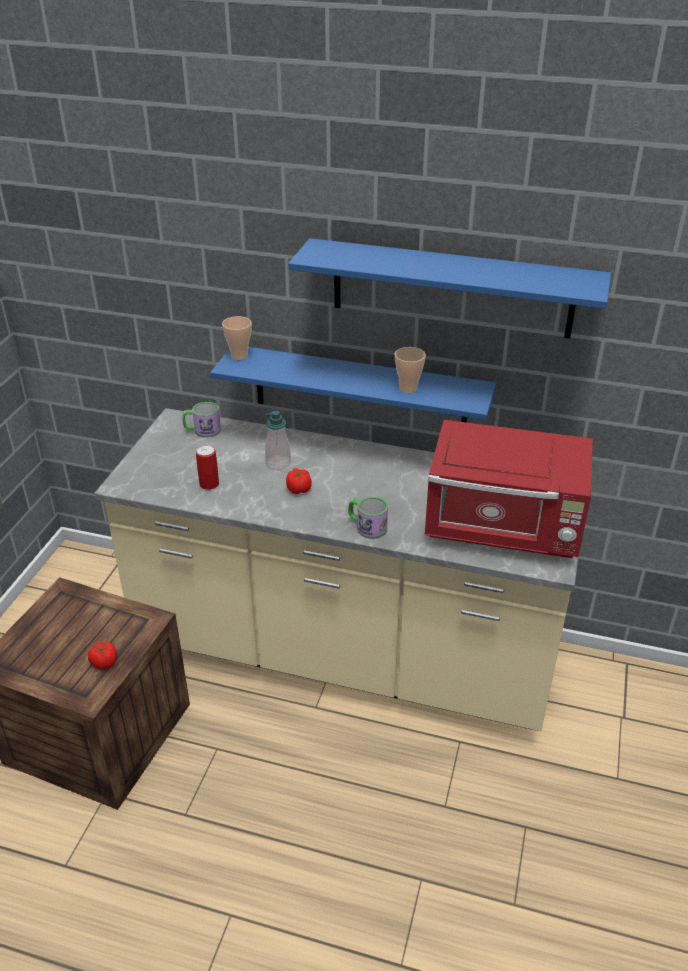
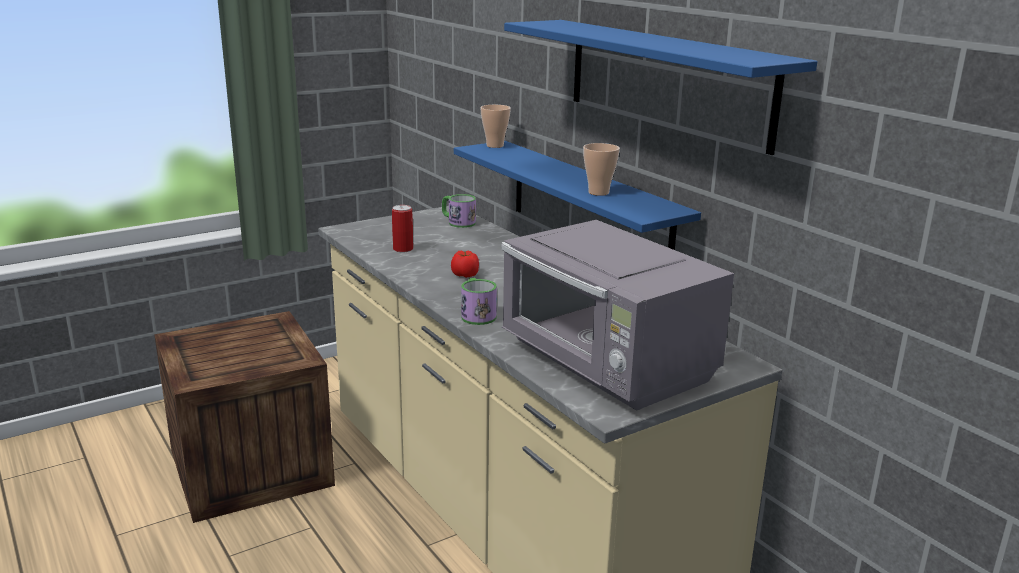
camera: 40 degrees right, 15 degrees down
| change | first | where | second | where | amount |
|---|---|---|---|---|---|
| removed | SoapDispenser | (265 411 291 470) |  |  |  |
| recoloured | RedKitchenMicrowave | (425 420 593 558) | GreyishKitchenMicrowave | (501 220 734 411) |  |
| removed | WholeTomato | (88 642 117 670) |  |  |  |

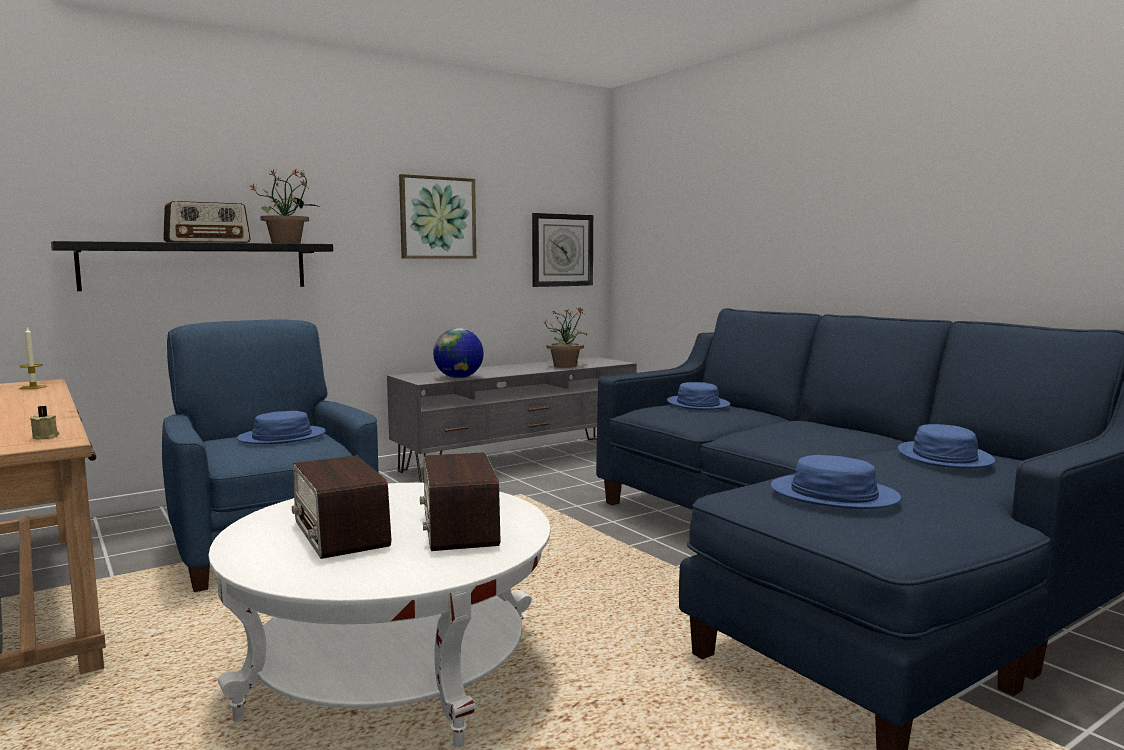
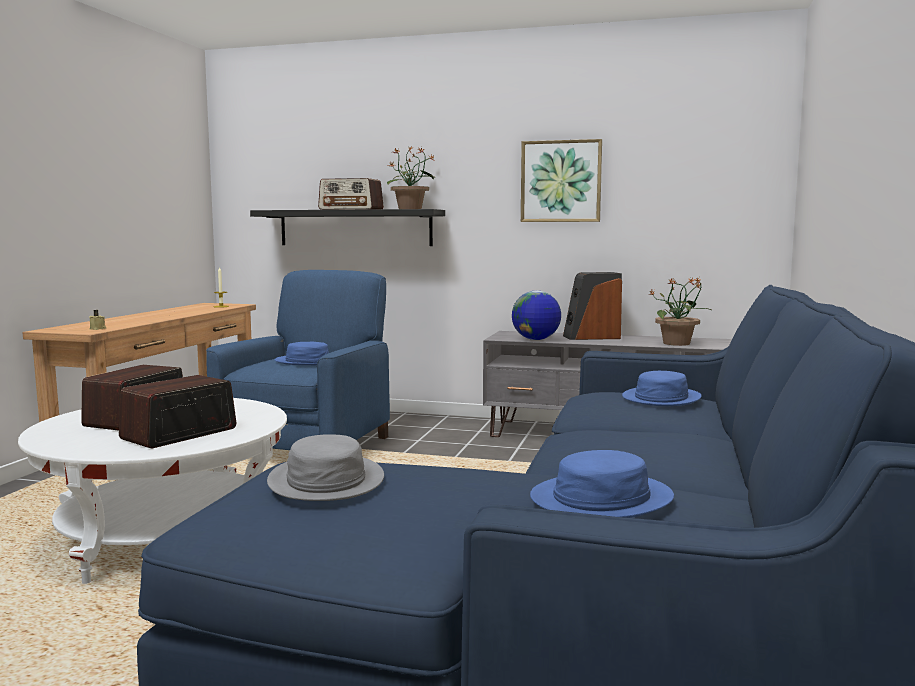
camera: 50 degrees right, 0 degrees up
| change | first | where | second | where | amount |
|---|---|---|---|---|---|
| removed | HangingClock | (532 213 593 287) |  |  |  |
| recoloured | BlueColouredClothingHat | (771 455 901 509) | GreyishClothingHat | (267 434 384 501) |  |
| added |  |  | AudioSpeaker | (563 272 622 340) |  |

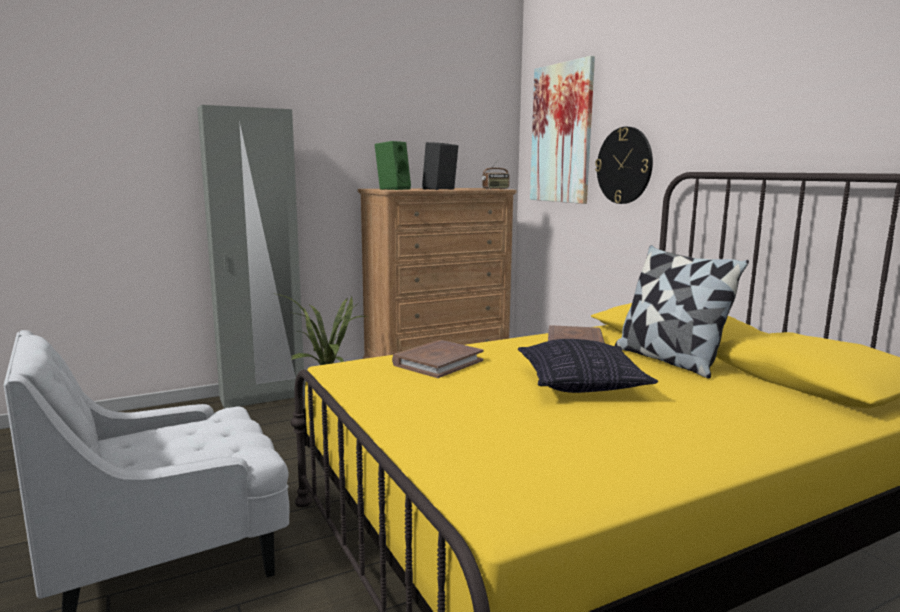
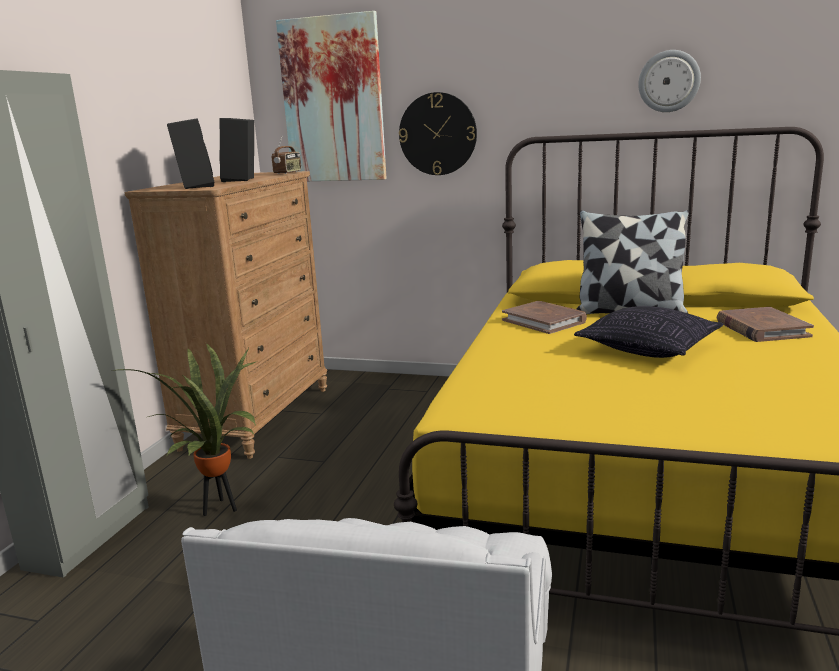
camera: 45 degrees left, 5 degrees up
| change | first | where | second | where | amount |
|---|---|---|---|---|---|
| recoloured | GreenAudioSpeaker | (375 141 411 190) | BlackAudioSpeaker | (167 118 214 189) |  |
| moved | BrownVolume | (392 340 483 378) |  | (717 307 814 342) |  |
| added |  |  | HangingClock | (638 50 701 112) |  |

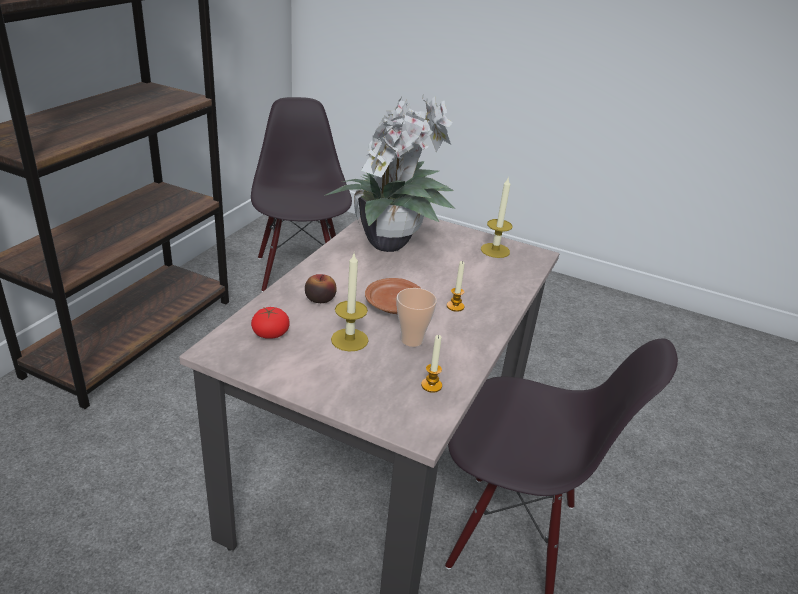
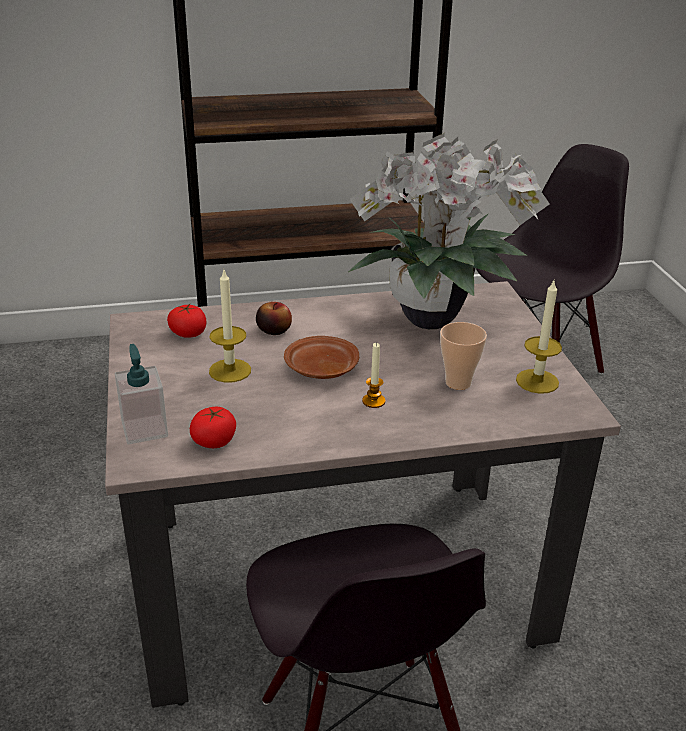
camera: 55 degrees right, 0 degrees up
| change | first | where | second | where | amount |
|---|---|---|---|---|---|
| moved | SmallCup | (397 288 437 347) |  | (440 322 487 390) |  |
| replaced | Candle | (421 335 442 393) | WholeTomato | (190 407 236 448) |  |
| added |  |  | SoapDispenser | (115 344 168 445) |  |

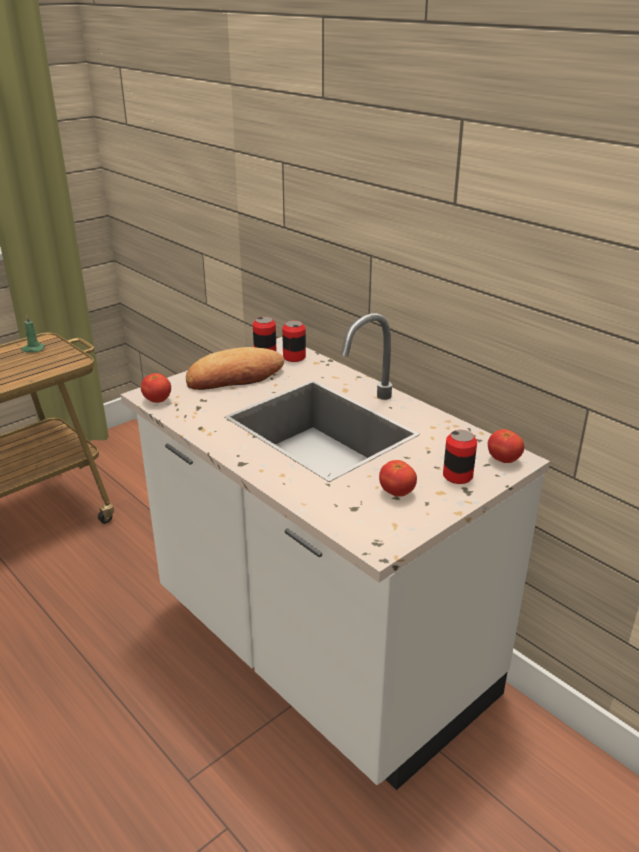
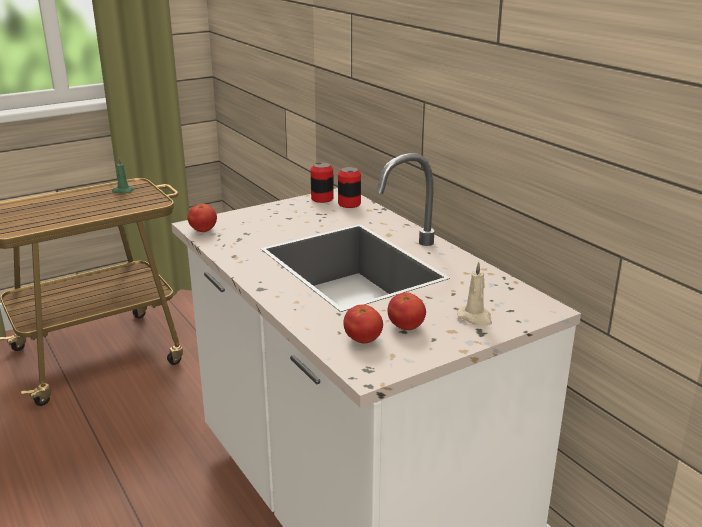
camera: 10 degrees right, 5 degrees down
| change | first | where | second | where | amount |
|---|---|---|---|---|---|
| removed | Bread | (186 347 284 390) |  |  |  |
| moved | WholeTomato | (488 429 524 463) |  | (343 304 383 343) |  |
| replaced | MetalCan | (443 430 477 484) | SandColouredCandle | (457 262 492 326) |  |

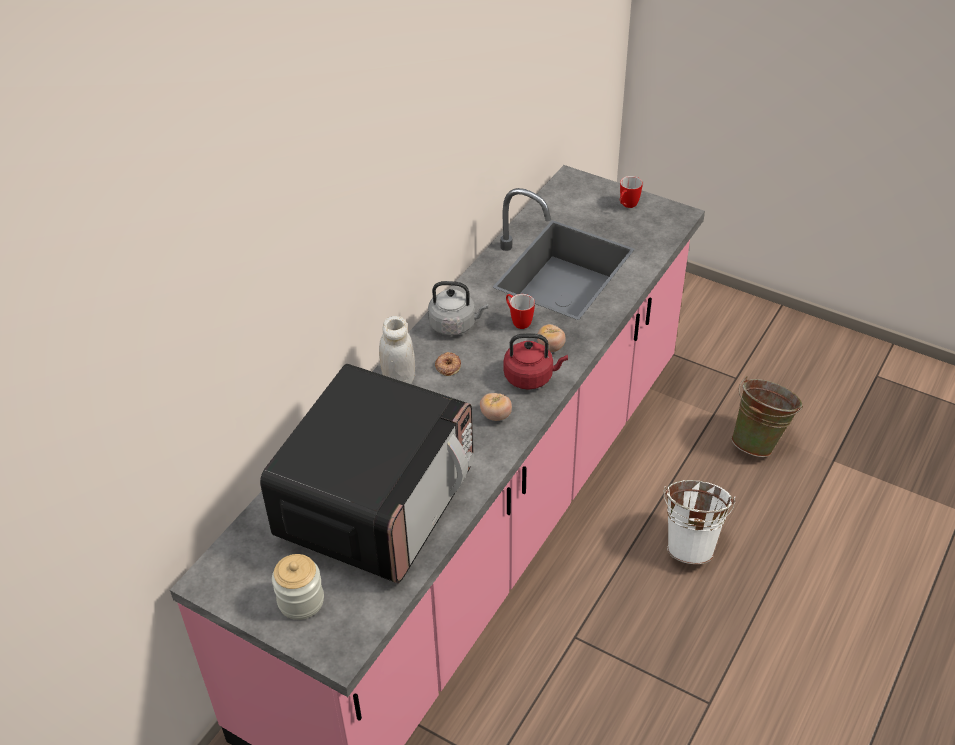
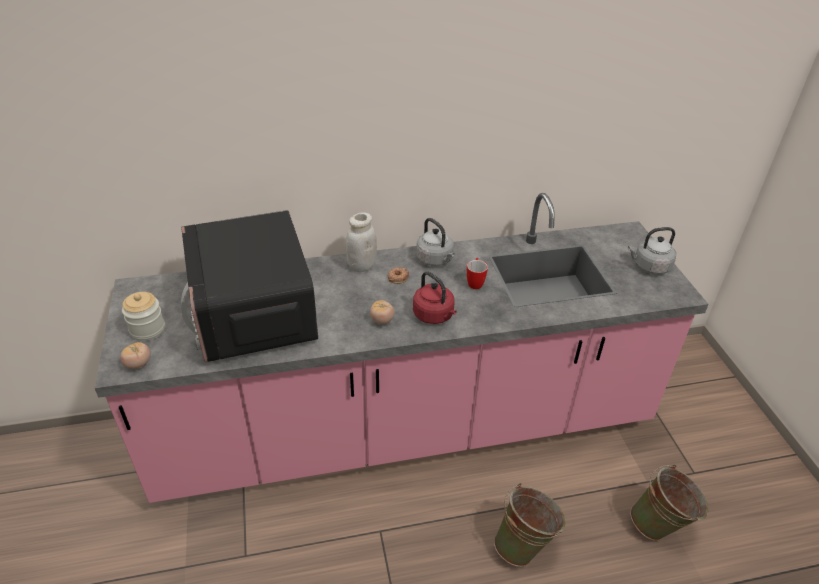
camera: 45 degrees right, 5 degrees down
| change | first | where | second | where | amount |
|---|---|---|---|---|---|
| replaced | TeaMug | (620 176 643 208) | GreyishKettle | (628 227 676 274) |  |
| moved | WholeTomato | (537 324 566 352) |  | (120 342 150 369) |  |
| turned | KitchenMicrowave | (260 364 474 583) |  | (181 210 318 362) | 90 degrees clockwise |
| recoloured | WhitePail | (664 480 735 565) | GreenPail | (494 483 565 567) |  |

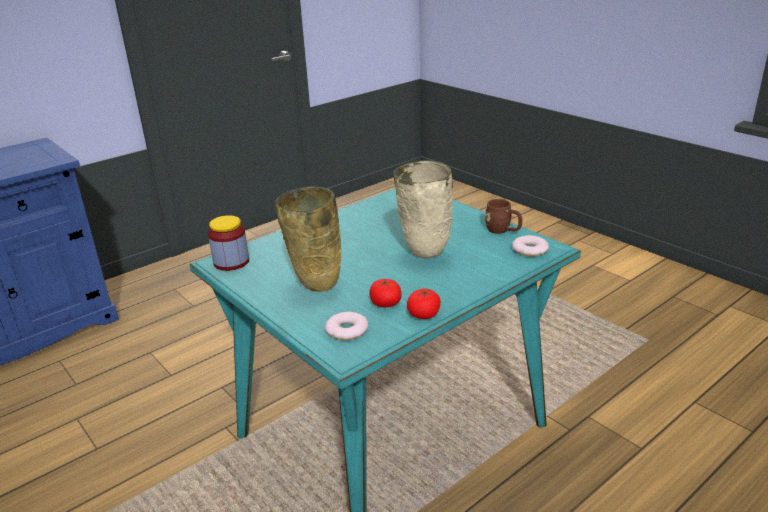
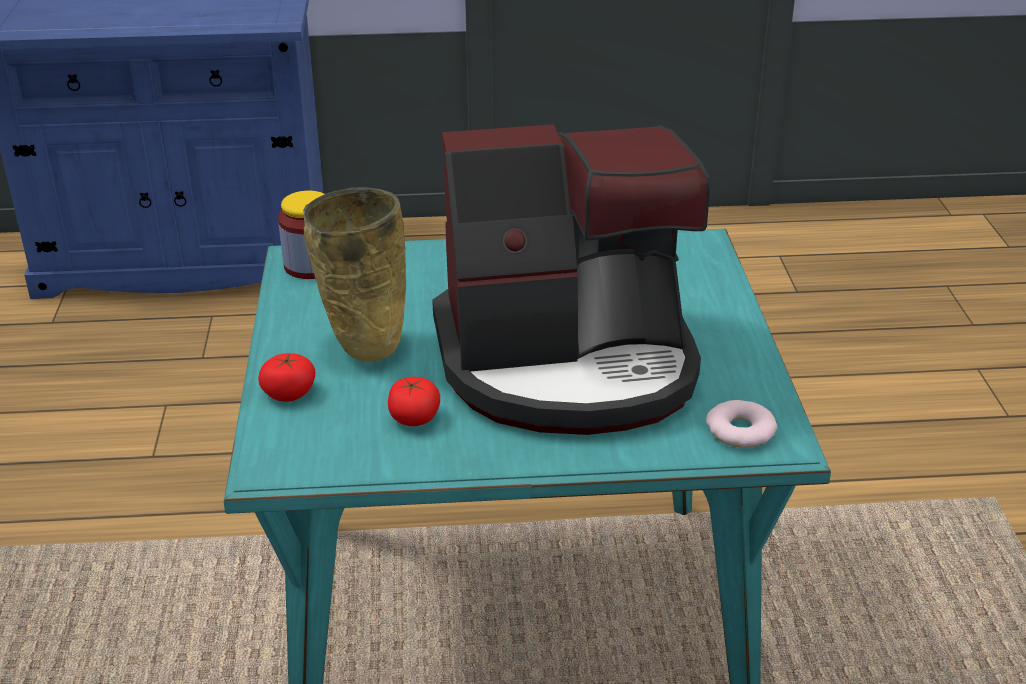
camera: 35 degrees right, 5 degrees up
| change | first | where | second | where | amount |
|---|---|---|---|---|---|
| replaced | SandColouredFlowerVase | (393 161 453 258) | CoffeeBrewer | (432 124 710 435) |  |
| removed | BrownTeaMug | (485 199 522 234) |  |  |  |
| moved | WholeTomato | (407 288 441 319) |  | (258 353 315 402) |  |
| removed | Doughnut | (325 312 368 340) |  |  |  |

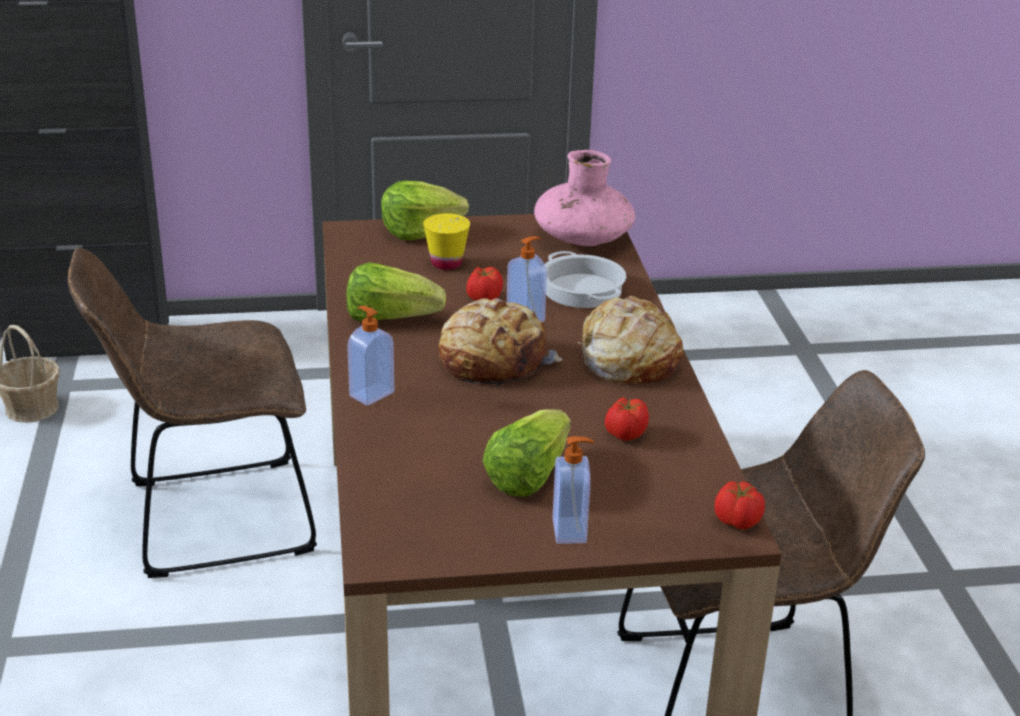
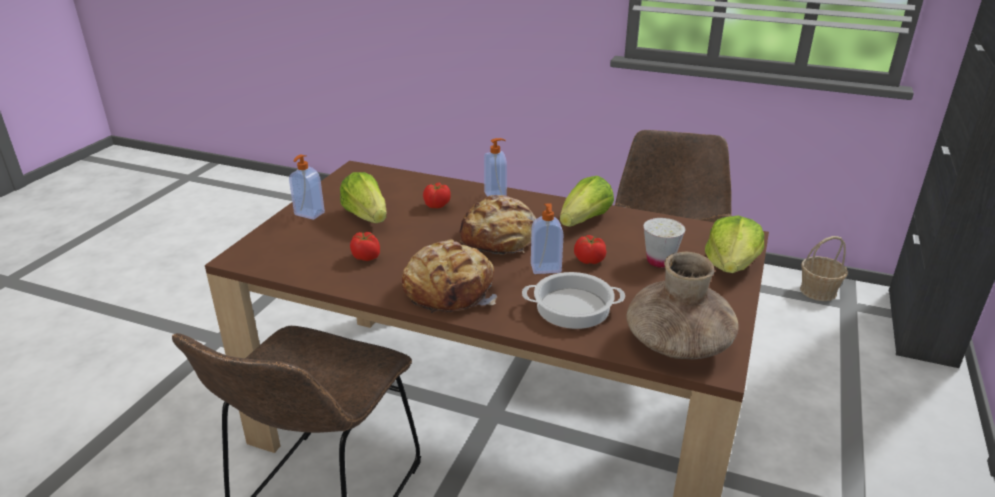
camera: 120 degrees right, 0 degrees up
| change | first | where | second | where | amount |
|---|---|---|---|---|---|
| recoloured | PinkishFlowerVase | (534 150 635 246) | BrownFlowerVase | (627 252 739 359) |  |
| recoloured | YellowishSmallCup | (423 214 470 270) | WhiteSmallCup | (644 218 685 268) |  |
| moved | WholeTomato | (715 481 765 529) |  | (423 182 451 208) |  |

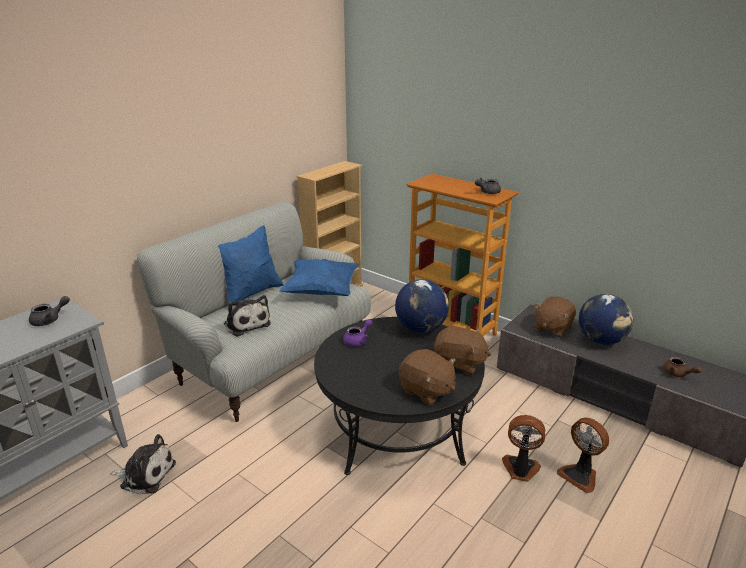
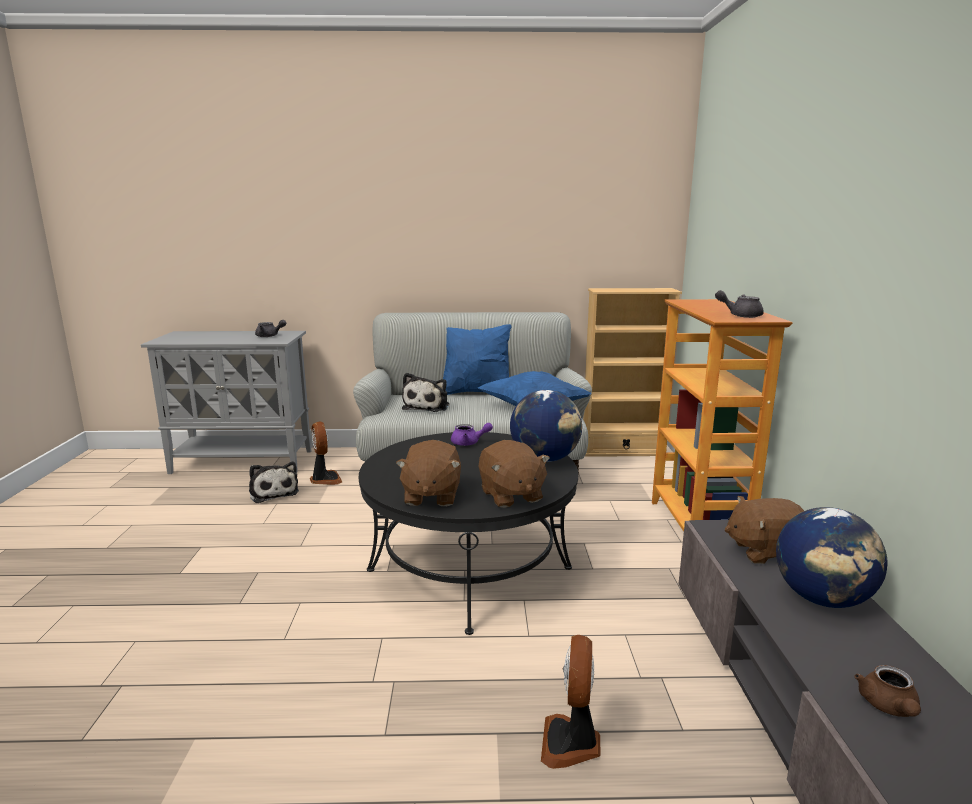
camera: 50 degrees right, 10 degrees down
| change | first | where | second | where | amount |
|---|---|---|---|---|---|
| moved | ElectricFan | (502 415 545 482) |  | (310 422 342 485) |  |

